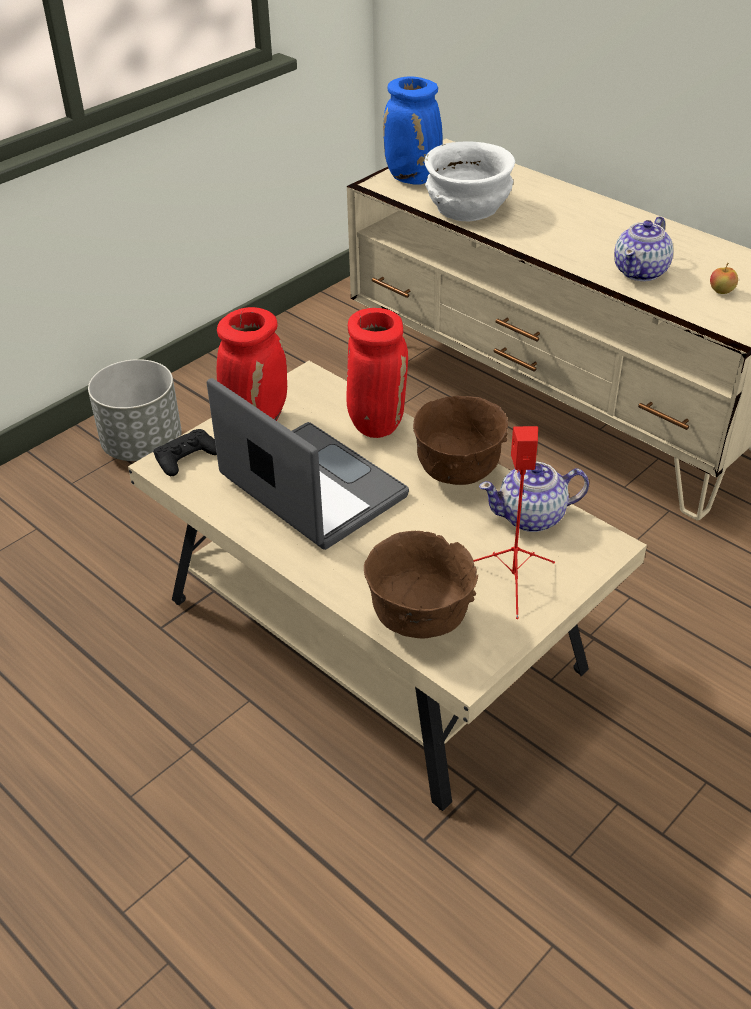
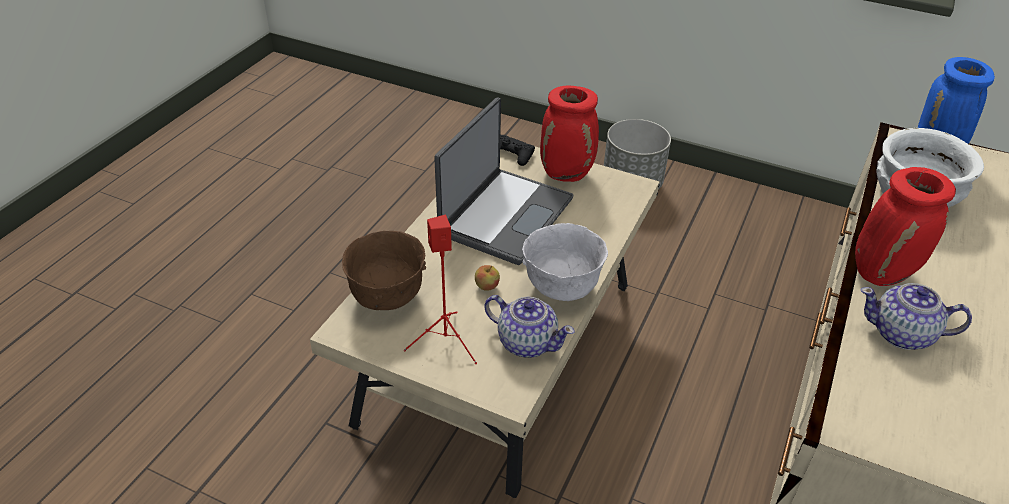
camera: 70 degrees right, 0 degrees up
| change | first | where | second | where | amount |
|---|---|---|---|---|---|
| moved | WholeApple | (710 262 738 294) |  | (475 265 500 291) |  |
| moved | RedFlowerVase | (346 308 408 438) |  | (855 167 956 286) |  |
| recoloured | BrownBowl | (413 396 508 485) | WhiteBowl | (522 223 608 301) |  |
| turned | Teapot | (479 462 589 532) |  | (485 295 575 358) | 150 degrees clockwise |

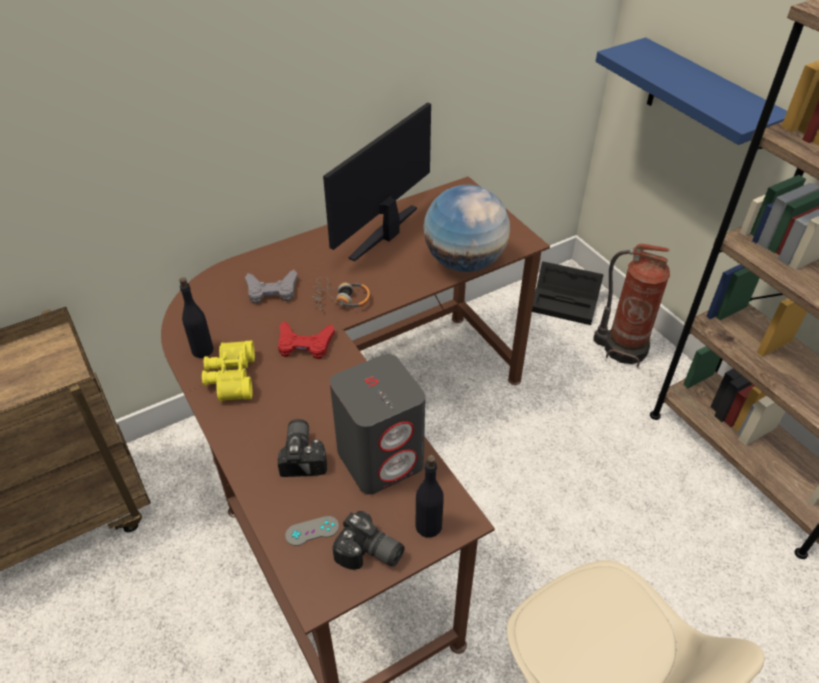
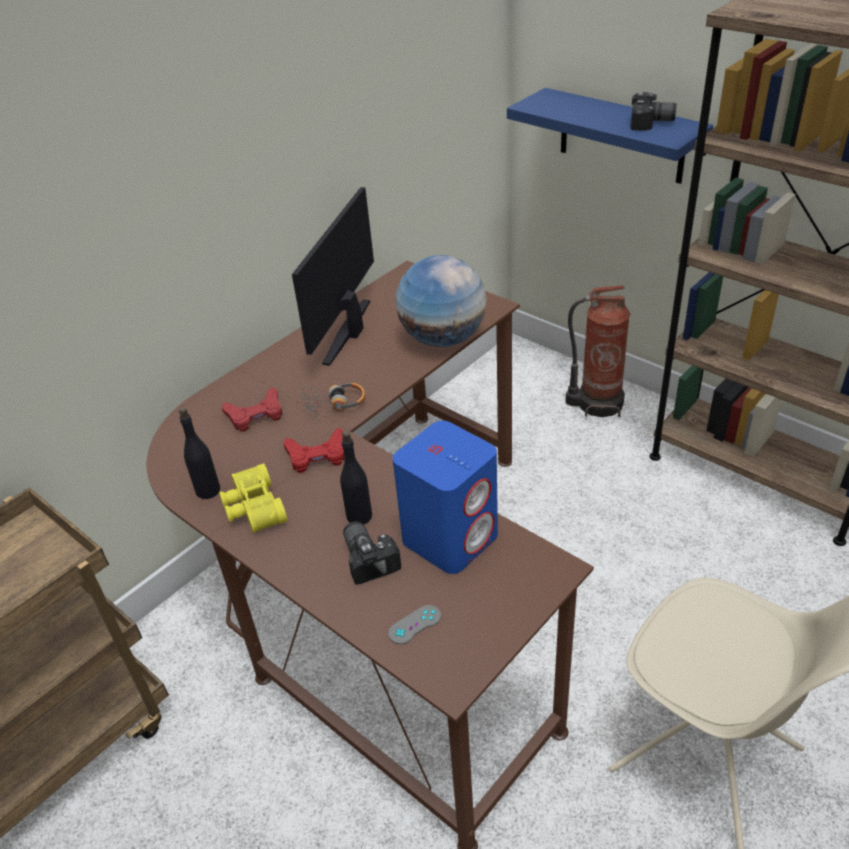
camera: 15 degrees left, 5 degrees down
| change | first | where | second | where | amount |
|---|---|---|---|---|---|
| removed | BlackStorageBox | (532 262 604 325) |  |  |  |
| recoloured | GreyishGameController | (245 270 298 304) | RedGameController | (222 387 283 432) |  |
| recoloured | GreyishAudioSpeaker | (330 354 425 494) | BlueColouredAudioSpeaker | (393 421 498 574) |  |
| moved | BlackDrinkBottle | (416 455 444 538) |  | (340 431 372 524) |  |
| moved | StillCamera | (332 511 405 570) |  | (630 92 677 131) |  |

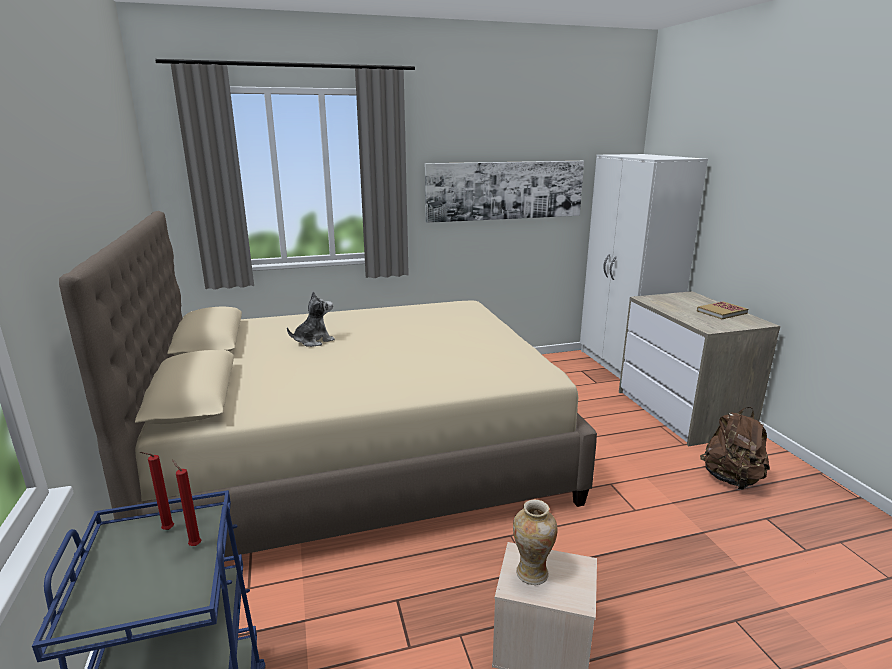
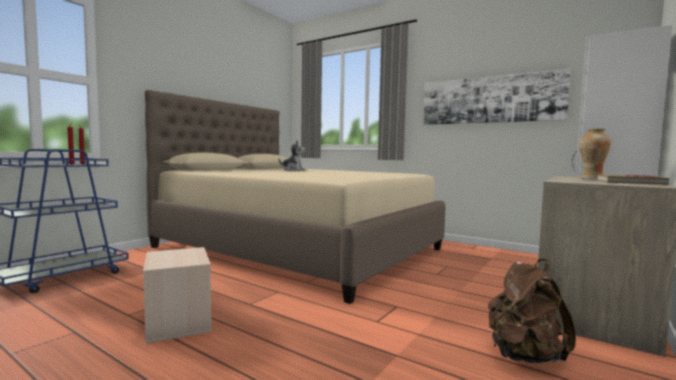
camera: 50 degrees right, 15 degrees down
| change | first | where | second | where | amount |
|---|---|---|---|---|---|
| moved | FlowerVase | (513 500 558 585) |  | (579 128 611 179) |  |

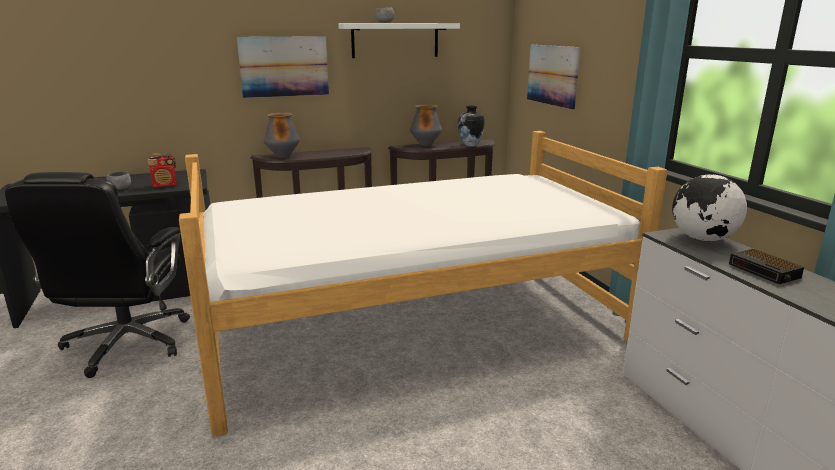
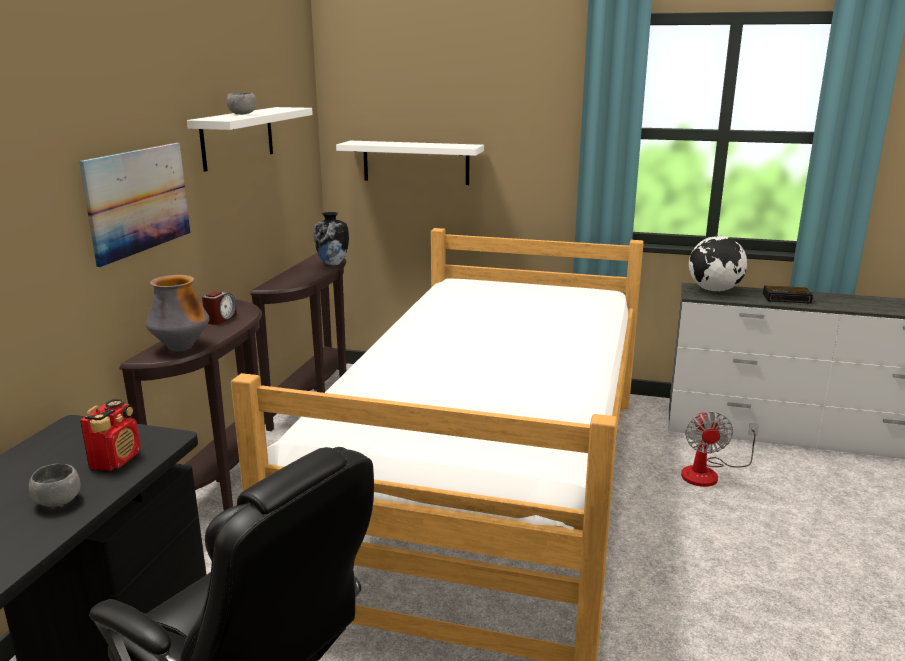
camera: 55 degrees left, 0 degrees up
| change | first | where | second | where | amount |
|---|---|---|---|---|---|
| replaced | WallArt | (527 45 581 110) | WhiteShelf | (336 141 484 185) |  |
| removed | FlowerVase | (410 105 442 146) |  |  |  |
| added |  |  | BedsideClock | (202 291 237 325) |  |
| added |  |  | ElectricFan | (681 411 759 487) |  |

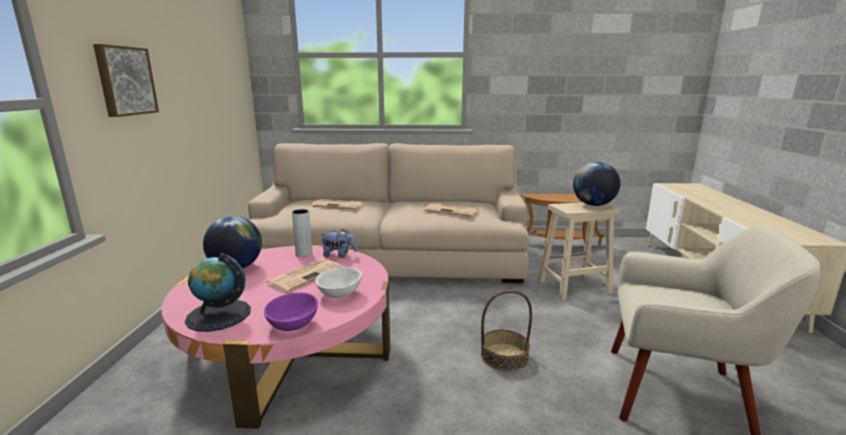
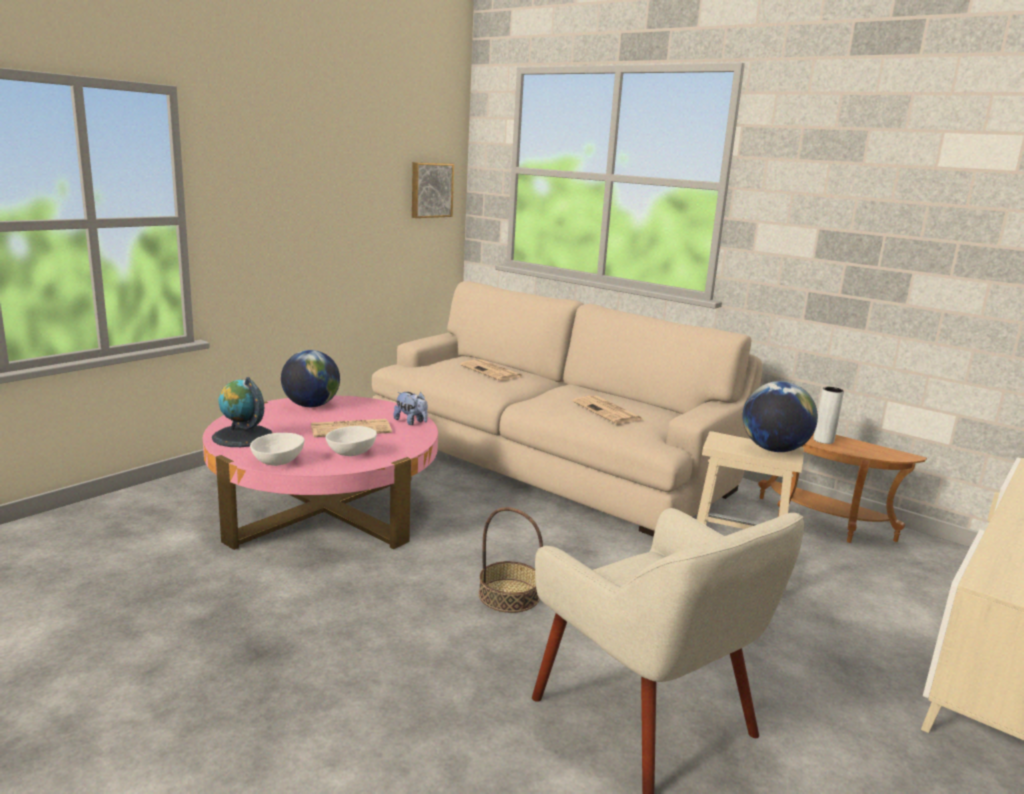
camera: 35 degrees right, 0 degrees up
| change | first | where | second | where | amount |
|---|---|---|---|---|---|
| moved | WallArt | (93 44 159 117) |  | (412 162 454 218) |  |
| moved | GreyishFlowerVase | (292 209 313 257) |  | (813 387 844 444) |  |
| recoloured | PurpleColouredBowl | (264 292 318 331) | WhiteBowl | (250 433 305 466) |  |

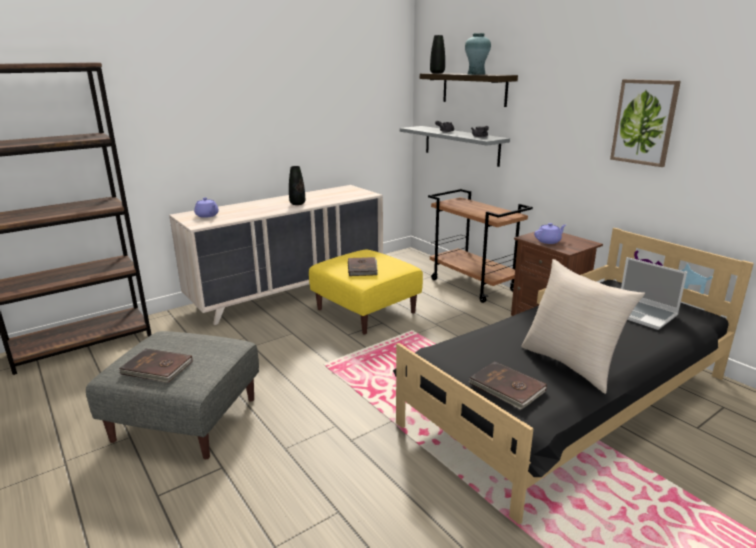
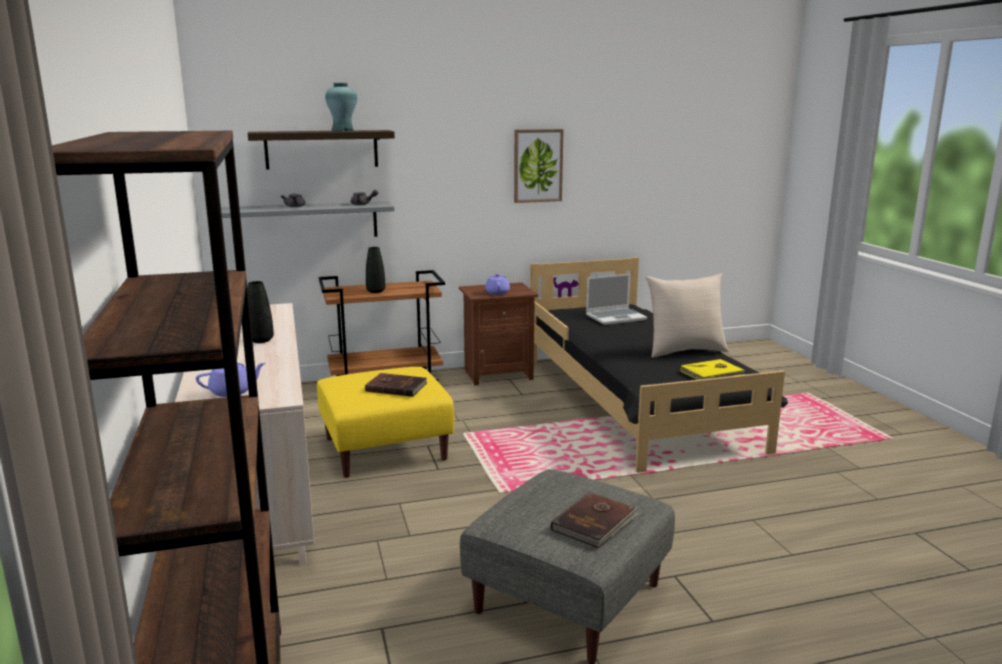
camera: 70 degrees left, 5 degrees down
| change | first | where | second | where | amount |
|---|---|---|---|---|---|
| moved | BlackFlowerVase | (430 35 445 73) |  | (366 247 385 293) |  |
| recoloured | BrownVolume | (468 361 547 410) | YellowishVolume | (681 359 746 380) |  |

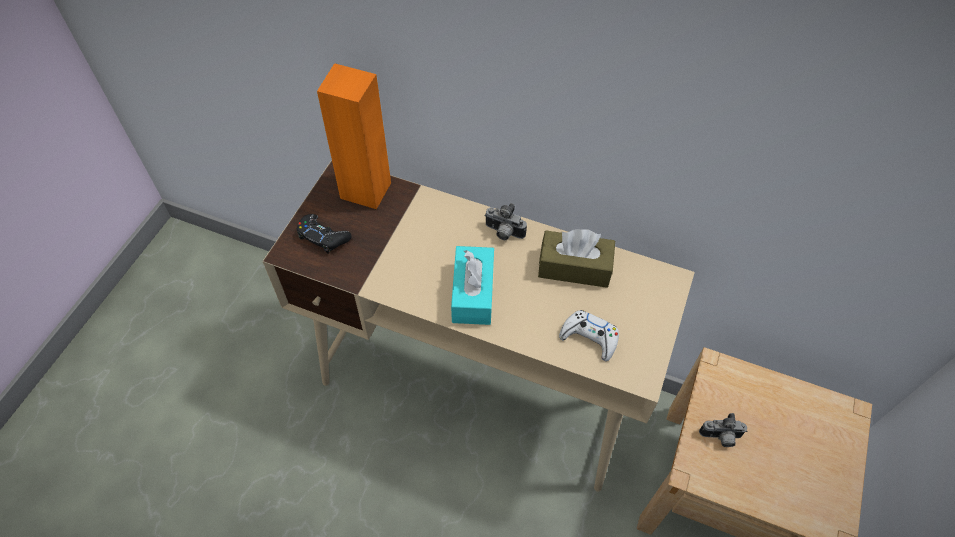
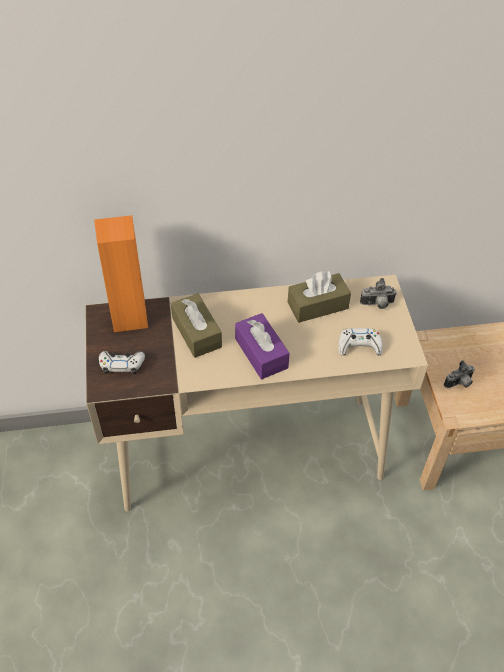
camera: 30 degrees left, 5 degrees down
| change | first | where | second | where | amount |
|---|---|---|---|---|---|
| moved | StillCamera | (484 203 527 240) |  | (360 278 397 309) |  |
| recoloured | BlackGameController | (297 214 352 254) | WhiteGameController | (99 351 145 374) |  |
| recoloured | BlueGreenBoxOfTissues | (451 246 494 325) | PurpleColouredBoxOfTissues | (235 313 290 379) |  |
| added |  |  | BrownBoxOfTissues | (171 293 222 358) |  |

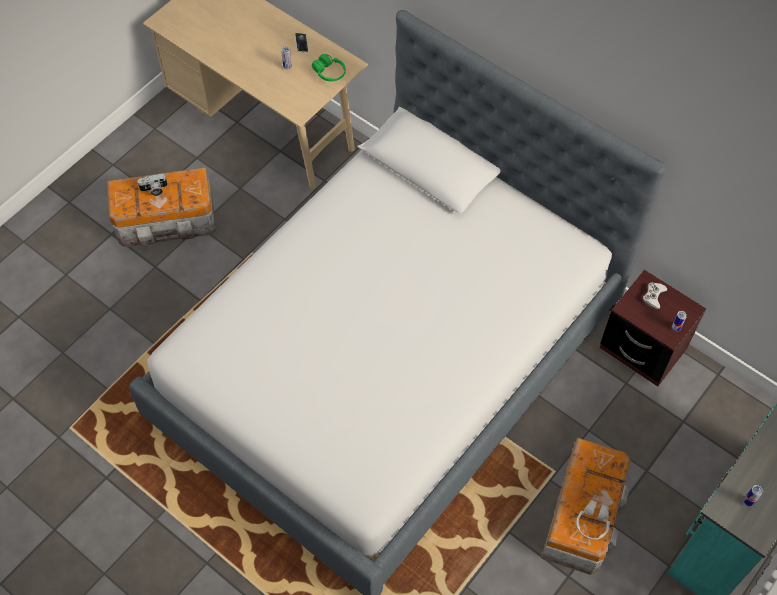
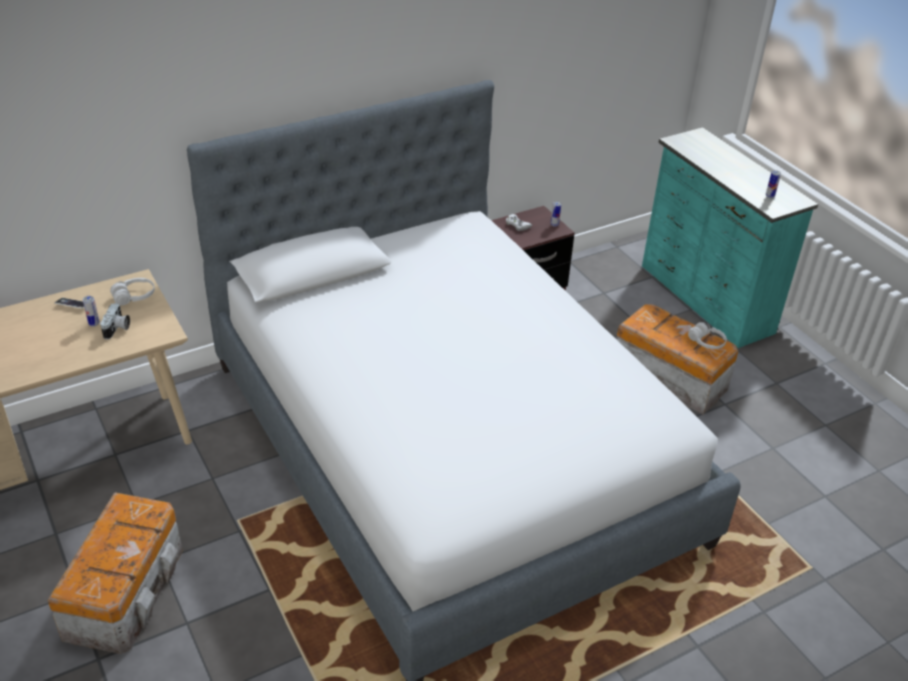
camera: 70 degrees left, 20 degrees down
| change | first | where | second | where | amount |
|---|---|---|---|---|---|
| recoloured | GreenPairOfHeadphones | (312 54 346 81) | WhitePairOfHeadphones | (110 278 155 305) |  |
| moved | StillCamera | (137 173 168 196) |  | (100 303 130 340) |  |

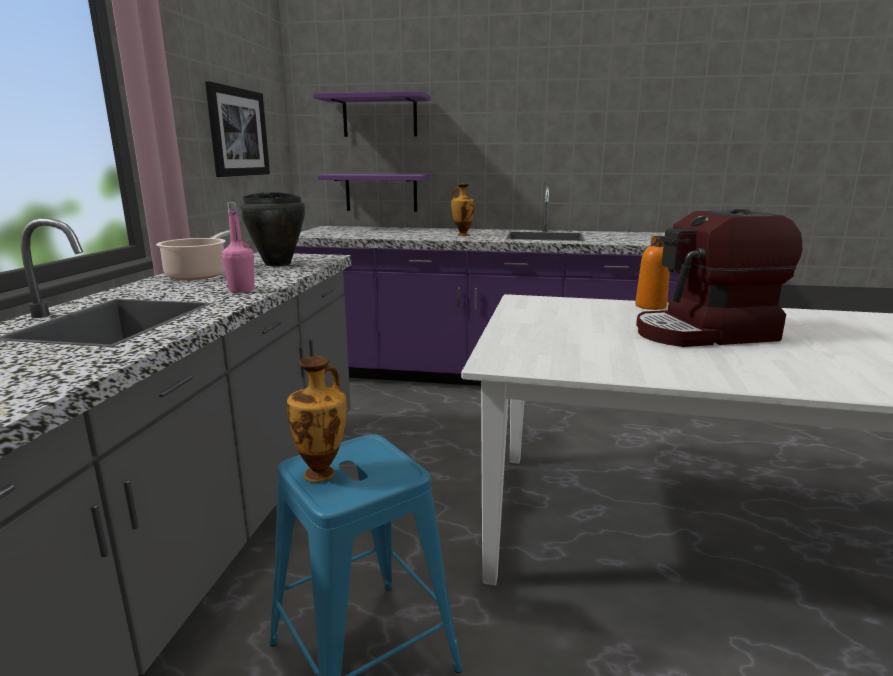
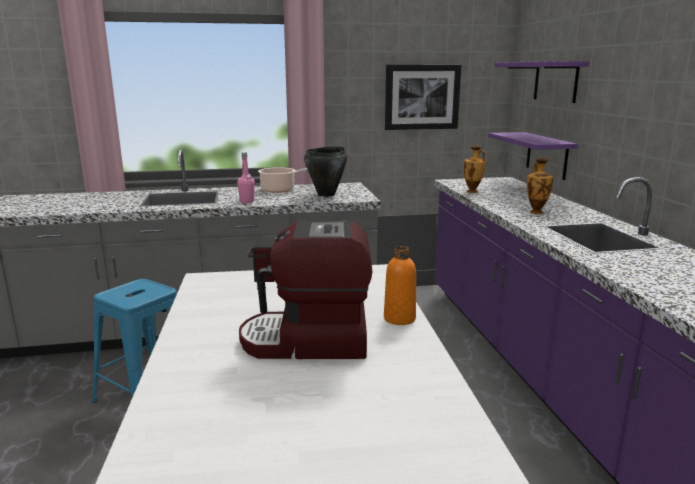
camera: 70 degrees right, 0 degrees up
| change | first | where | second | where | amount |
|---|---|---|---|---|---|
| turned | CoffeeBrewer | (636 209 802 347) |  | (239 221 372 359) | 60 degrees counterclockwise |
| moved | FlowerVase | (287 356 347 482) |  | (464 146 486 193) |  |

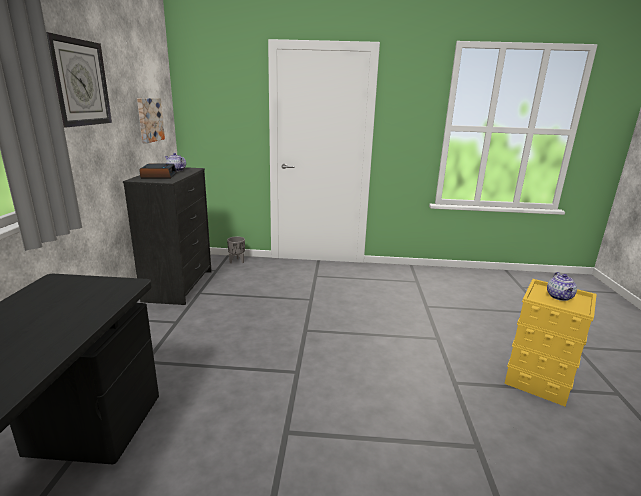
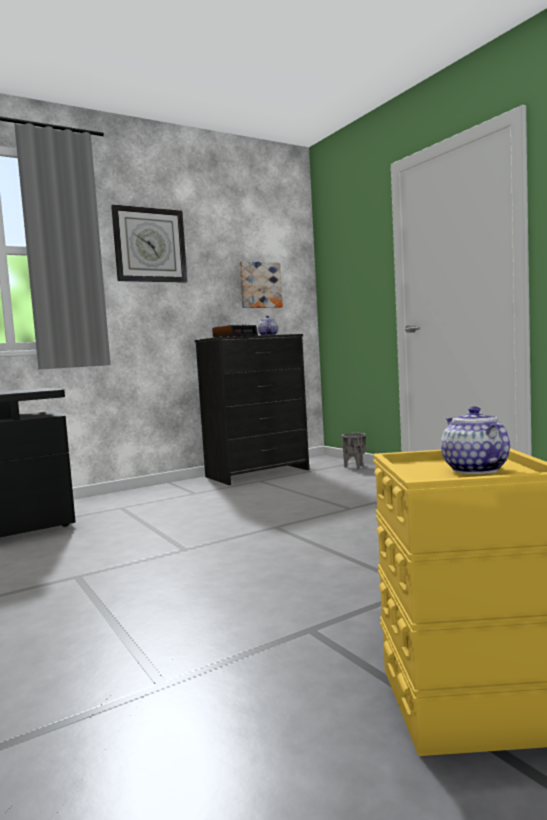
camera: 55 degrees right, 15 degrees down
| change | first | where | second | where | amount |
|---|---|---|---|---|---|
| turned | Teapot | (547 272 577 301) |  | (441 406 510 474) | 105 degrees clockwise |

